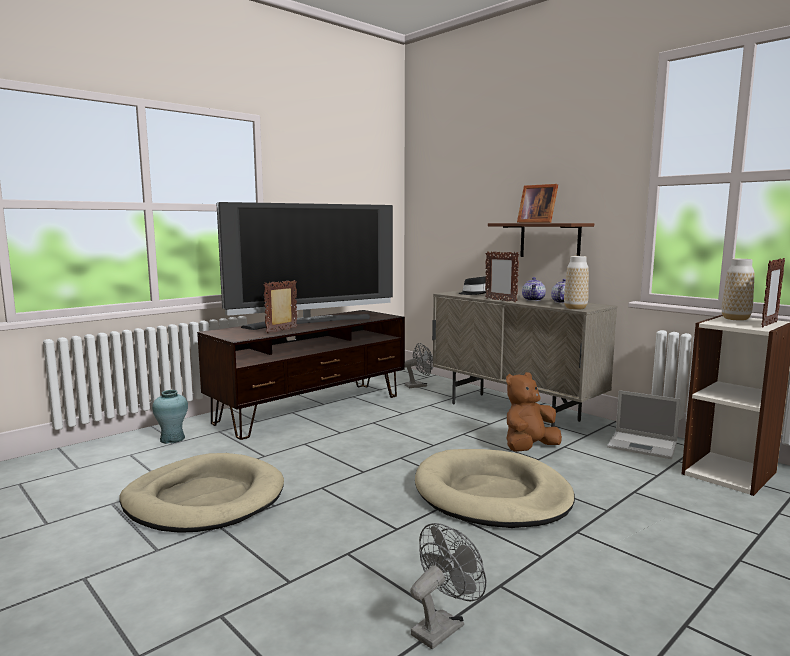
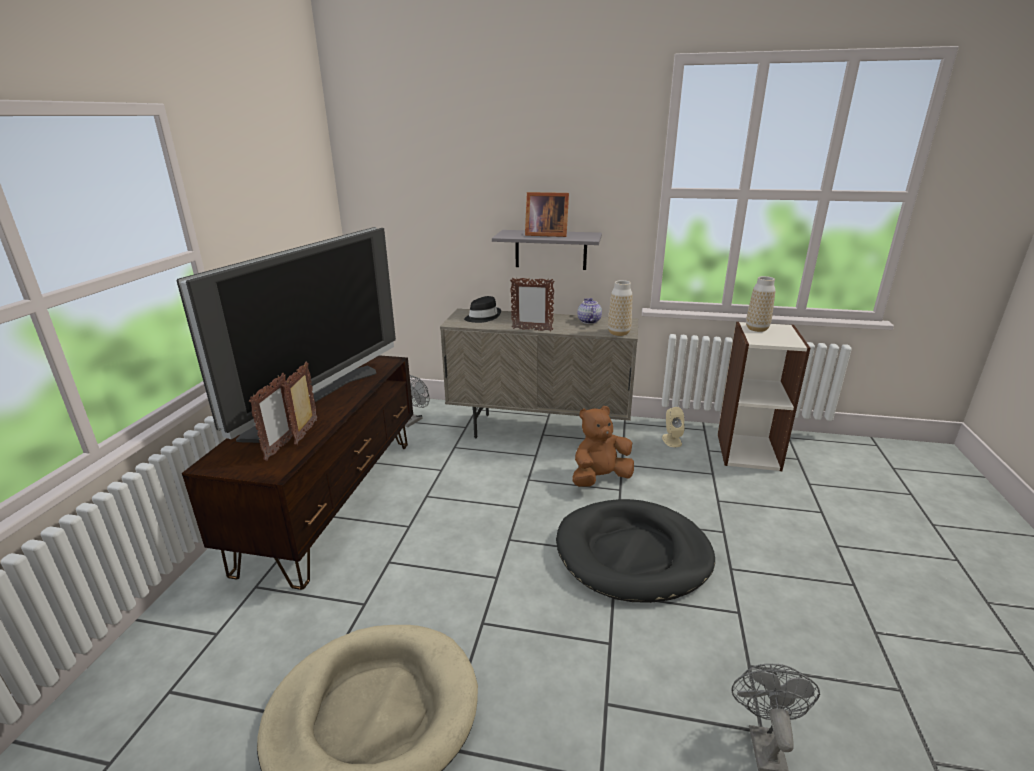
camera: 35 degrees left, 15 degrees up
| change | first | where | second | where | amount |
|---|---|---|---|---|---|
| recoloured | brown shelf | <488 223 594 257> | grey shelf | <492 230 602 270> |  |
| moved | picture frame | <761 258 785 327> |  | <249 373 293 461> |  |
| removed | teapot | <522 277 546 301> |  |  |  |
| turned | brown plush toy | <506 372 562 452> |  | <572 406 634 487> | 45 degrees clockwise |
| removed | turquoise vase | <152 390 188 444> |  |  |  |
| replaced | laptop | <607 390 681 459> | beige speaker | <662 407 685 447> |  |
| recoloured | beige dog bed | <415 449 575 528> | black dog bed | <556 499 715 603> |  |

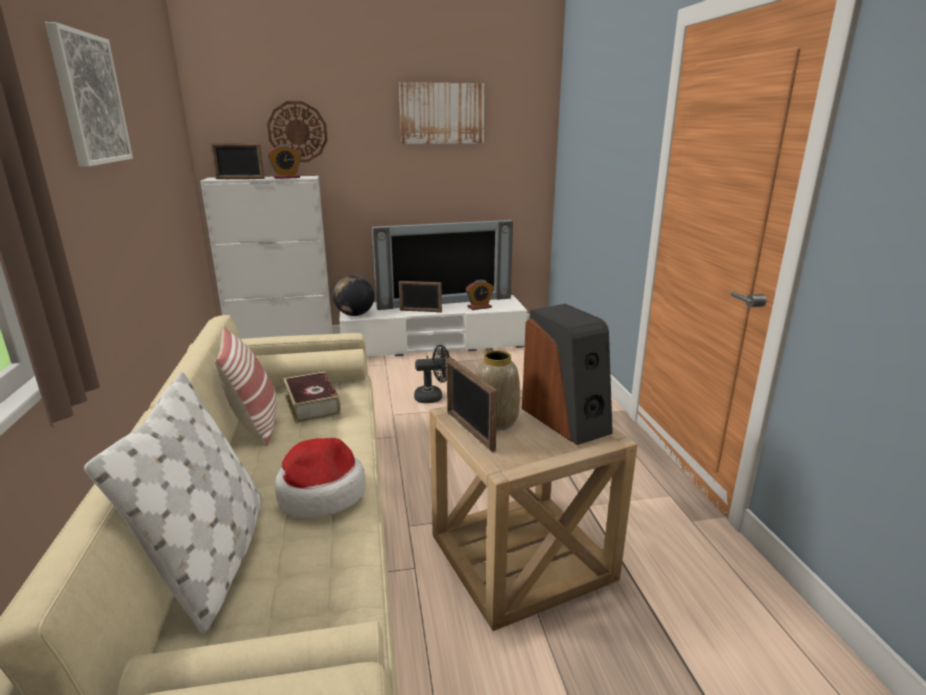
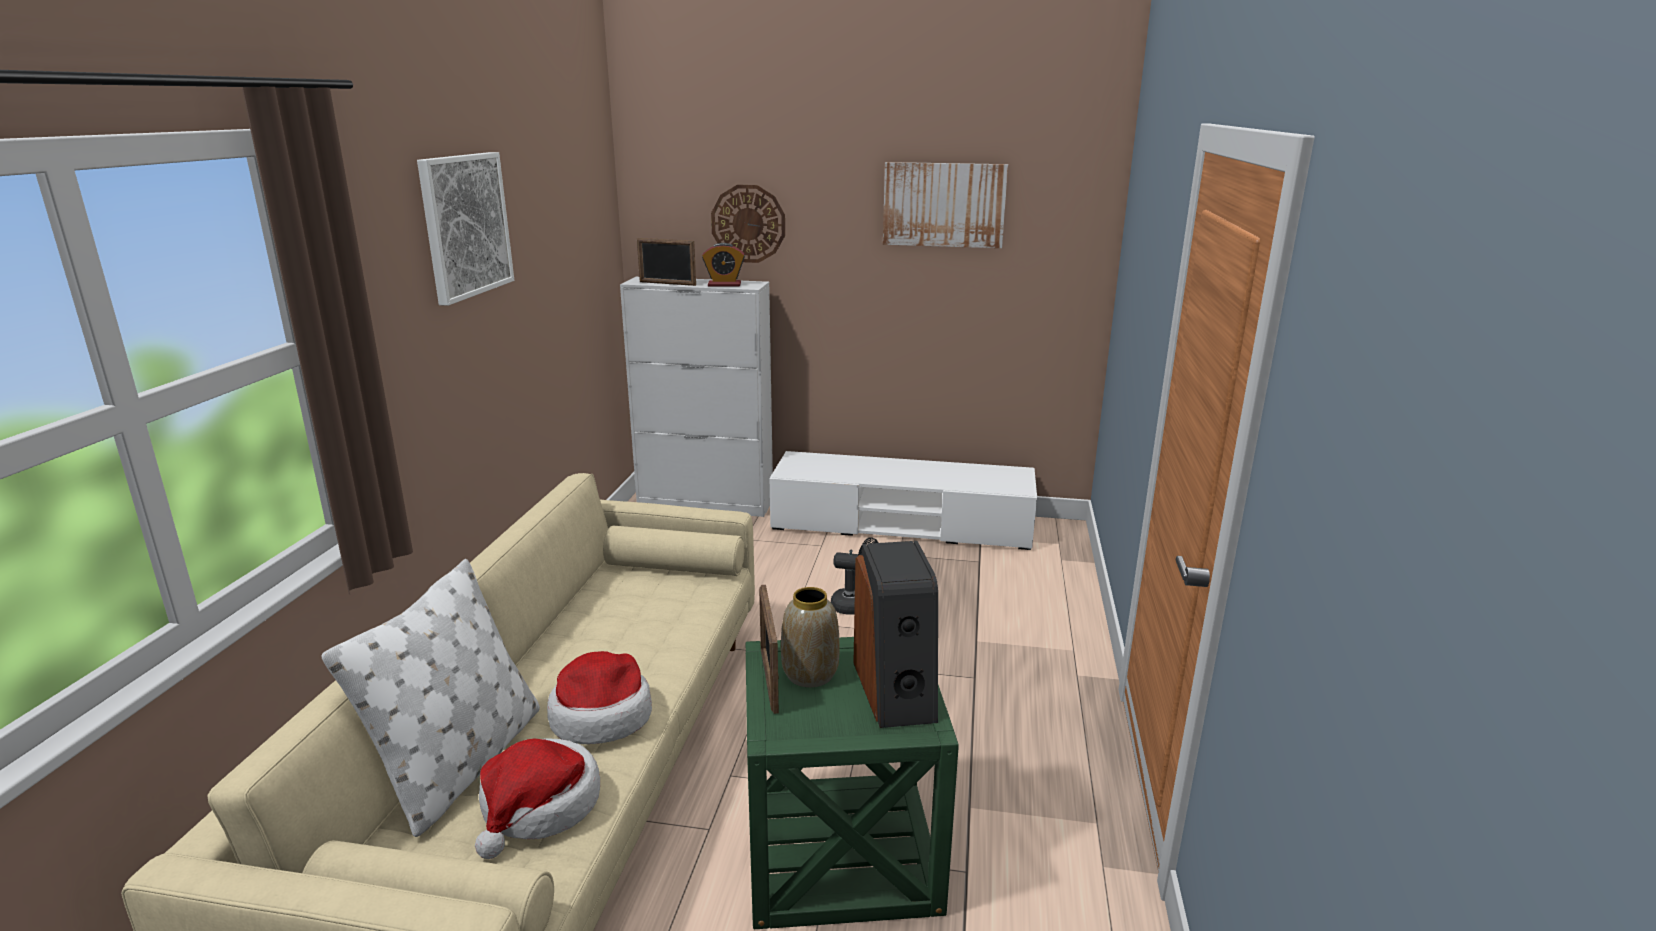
camera: 20 degrees right, 0 degrees up
| change | first | where | second | where | amount |
|---|---|---|---|---|---|
| removed | television | <372 220 513 310> |  |  |  |
| removed | globe | <333 275 374 316> |  |  |  |
| removed | alarm clock | <466 280 494 310> |  |  |  |
| removed | picture frame | <399 281 442 312> |  |  |  |
| removed | pillow | <214 326 277 446> |  |  |  |
| removed | book | <283 371 341 424> |  |  |  |
| recoloured | beige side table | <430 390 637 631> | green side table | <746 637 959 929> |  |
| added |  |  | hat | <475 738 600 859> |  |

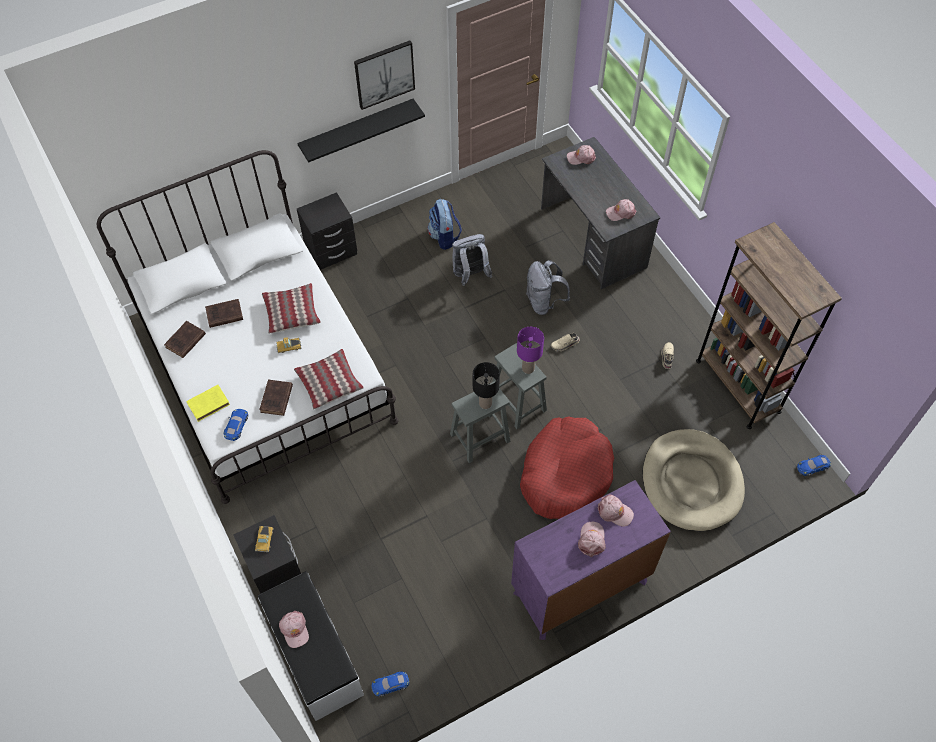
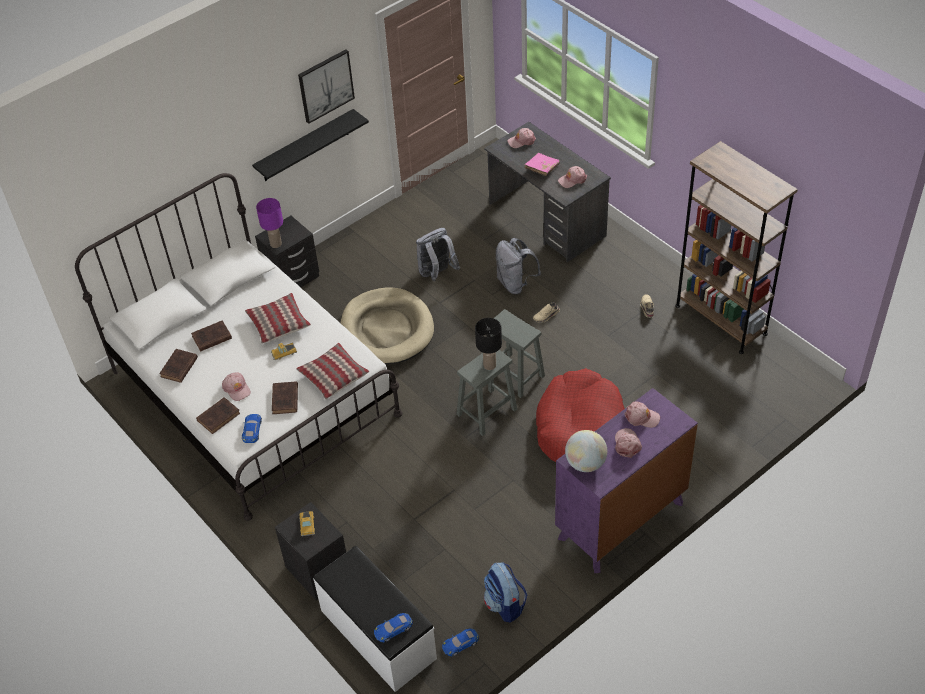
camera: 10 degrees left, 10 degrees down
| change | first | where | second | where | amount |
|---|---|---|---|---|---|
| moved | backpack | <428 199 462 250> |  | <484 562 527 623> |  |
| moved | purple table lamp | <517 327 544 374> |  | <256 198 283 248> |  |
| recoloured | yellow book | <186 385 230 422> | brown book | <196 397 240 434> |  |
| moved | beige dog bed | <643 429 745 532> |  | <341 288 434 364> |  |
| moved | blue toy car | <797 455 831 476> |  | <374 613 413 642> |  |
| moved | pink cap | <279 611 309 648> |  | <222 372 251 401> |  |
| added |  |  | pink book | <524 153 560 176> |  |
| added |  |  | globe | <565 430 607 472> |  |

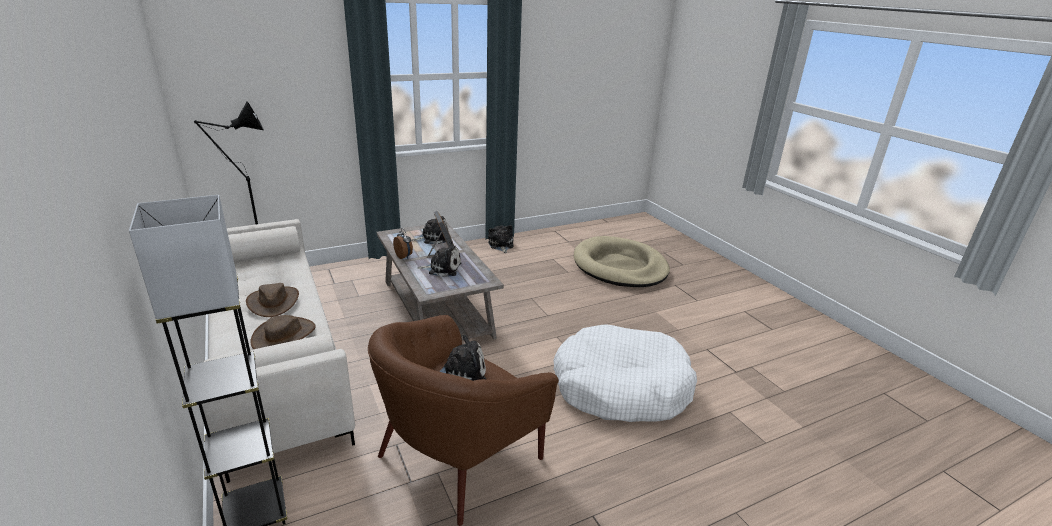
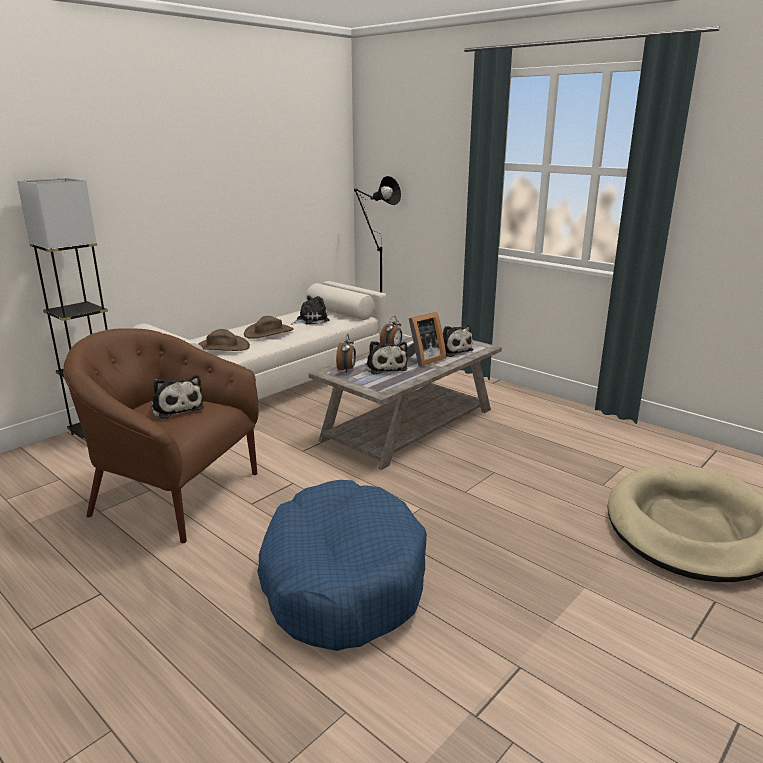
camera: 70 degrees right, 5 degrees down
| change | first | where | second | where | amount |
|---|---|---|---|---|---|
| moved | plush toy | <488 225 514 253> |  | <291 295 330 325> |  |
| recoloured | white dog bed | <553 324 697 422> | blue dog bed | <257 480 427 651> |  |
| added |  |  | alarm clock | <336 334 356 373> |  |

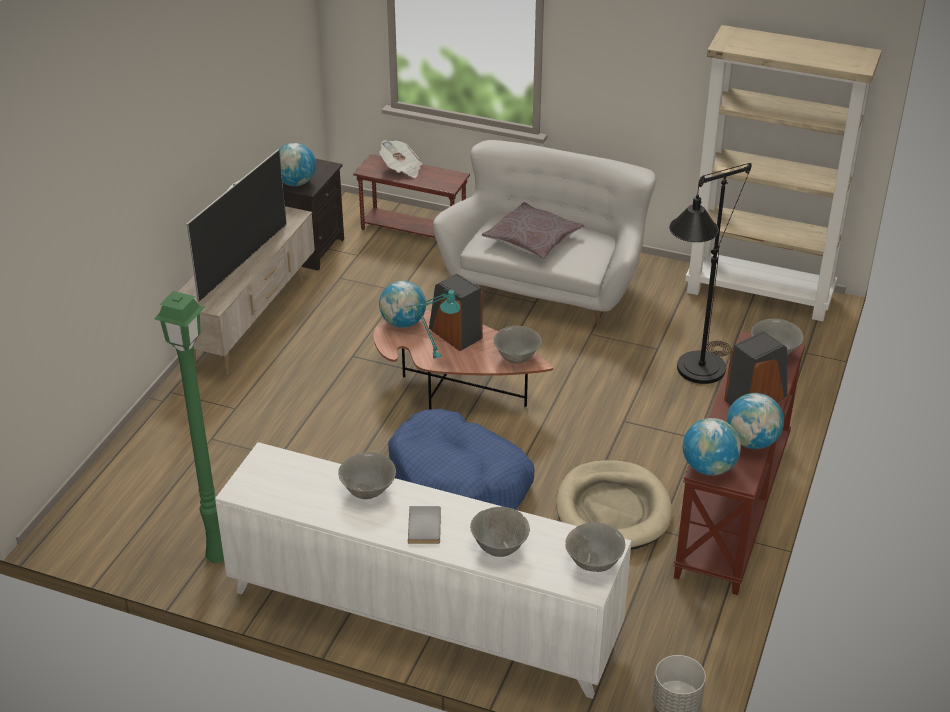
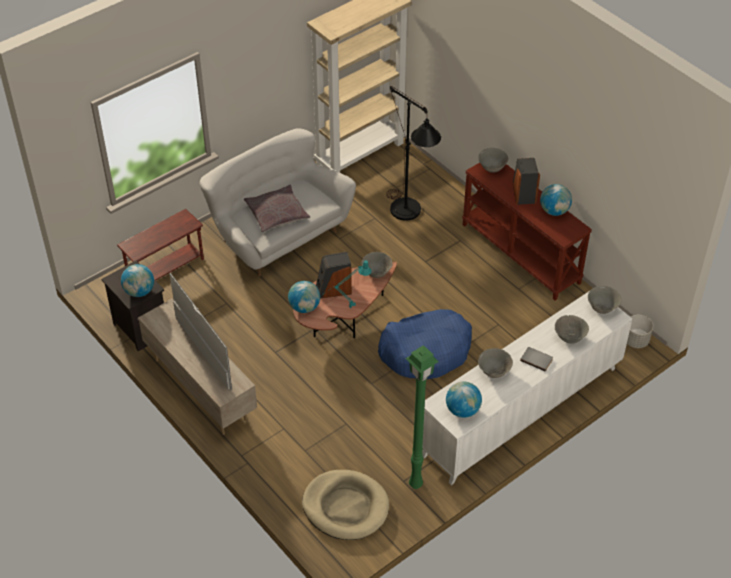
camera: 60 degrees left, 10 degrees up
| change | first | where | second | where | amount |
|---|---|---|---|---|---|
| removed | newspaper | <379 140 423 178> |  |  |  |
| moved | globe | <683 418 741 476> |  | <446 382 482 418> |  |
| moved | beige dog bed | <556 460 672 550> |  | <302 470 389 540> |  |

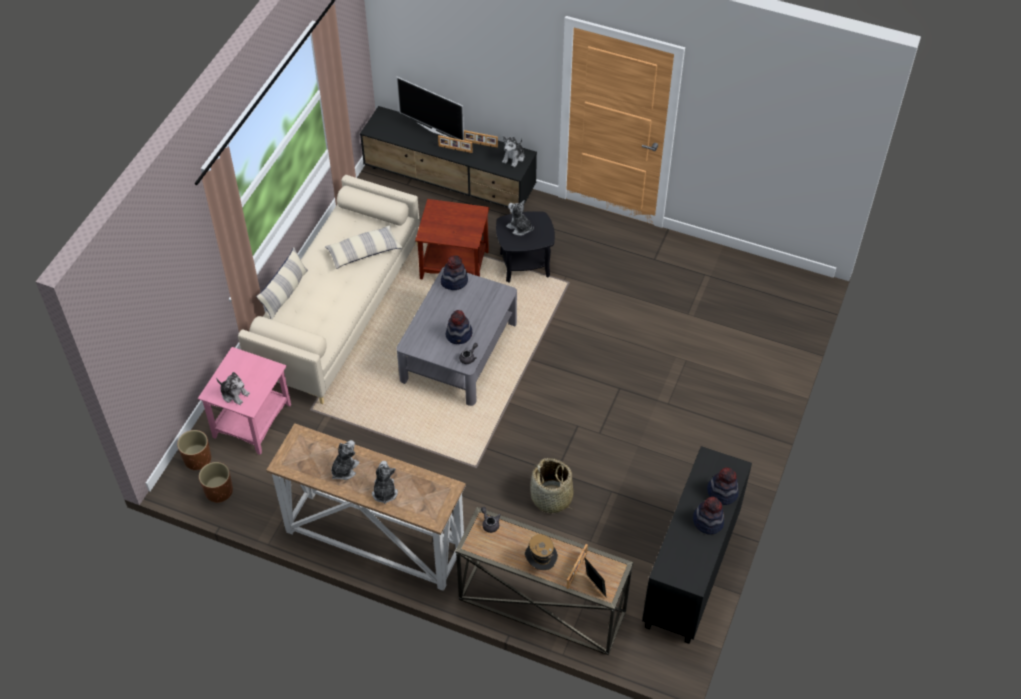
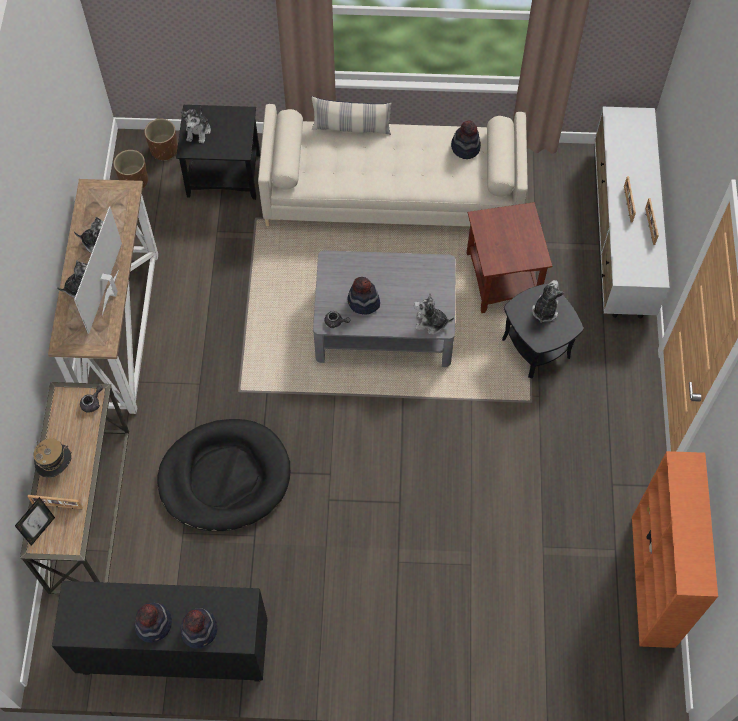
camera: 70 degrees right, 10 degrees up
| change | first | where | second | where | amount |
|---|---|---|---|---|---|
| moved | television | <396 77 464 140> |  | <74 206 122 334> |  |
| recoloured | black tv stand | <360 106 537 208> | white tv stand | <594 107 670 319> |  |
| moved | plush toy | <502 136 524 167> |  | <414 293 454 334> |  |
| removed | pillow | <325 225 402 269> |  |  |  |
| moved | hat | <441 255 468 290> |  | <451 120 481 159> |  |
| recoloured | pink side table | <198 347 291 455> | black side table | <176 105 260 200> |  |
| replaced | basket | <530 458 573 514> | black dog bed | <157 419 290 531> |  |
| added |  |  | orange bookcase | <632 451 718 648> |  |

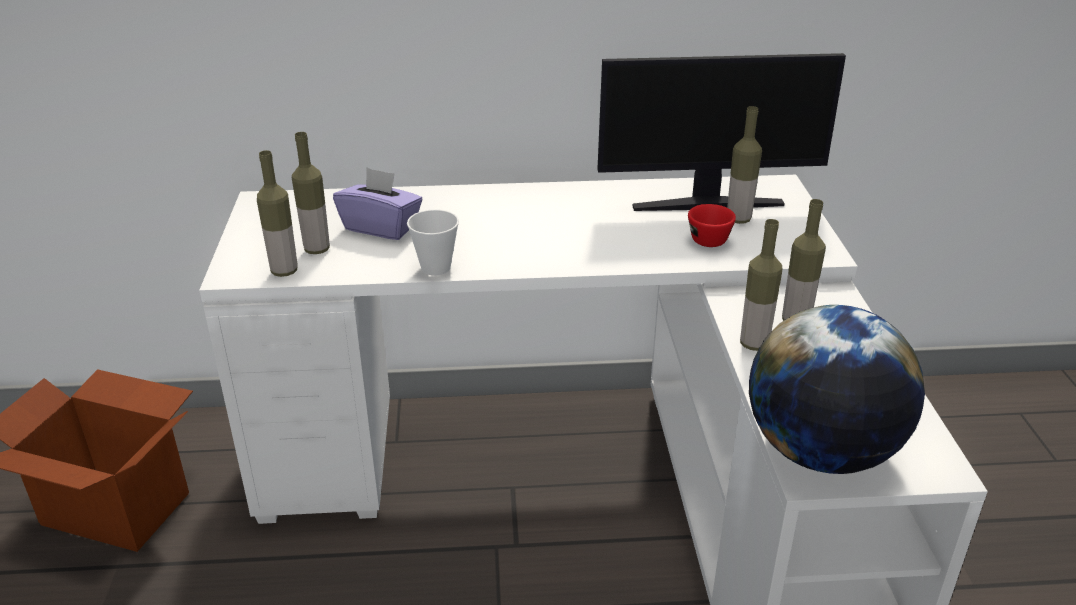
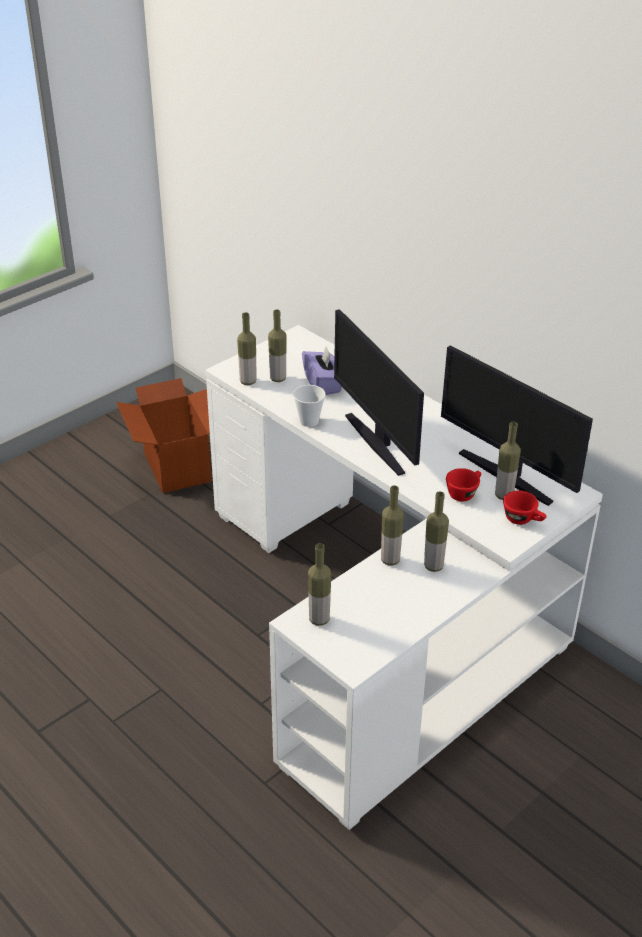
camera: 50 degrees right, 5 degrees up
| change | first | where | second | where | amount |
|---|---|---|---|---|---|
| replaced | globe | <749 305 925 474> | bottle | <308 543 331 626> |  |
| added |  |  | monitor | <334 309 424 476> |  |
| added |  |  | red cup | <503 491 547 525> |  |

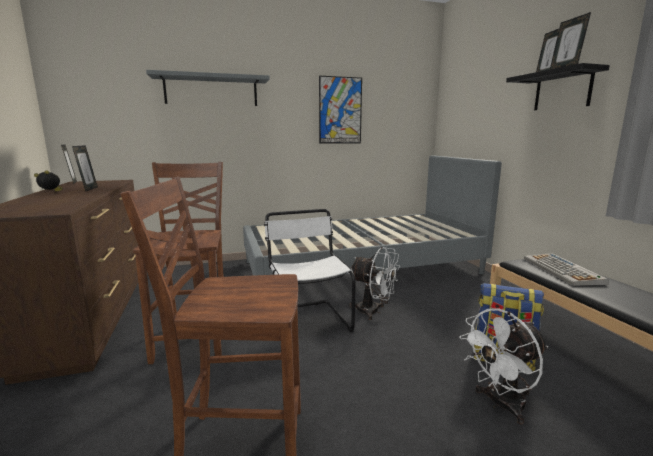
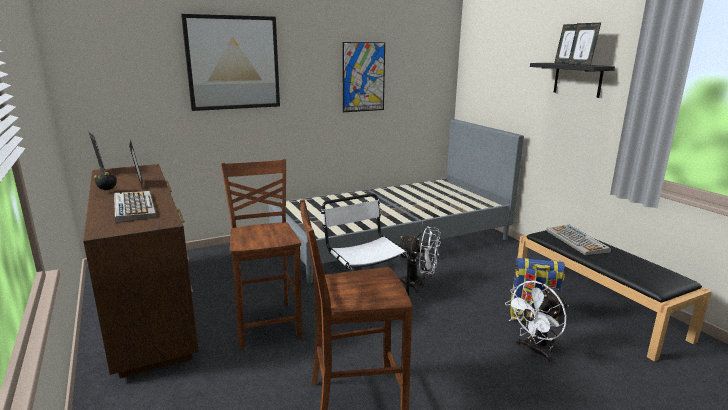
camera: 10 degrees left, 5 degrees up
| change | first | where | second | where | amount |
|---|---|---|---|---|---|
| replaced | grey shelf | <146 70 270 106> | picture | <181 14 280 111> |  |
| added |  |  | keyboard | <114 191 157 223> |  |

